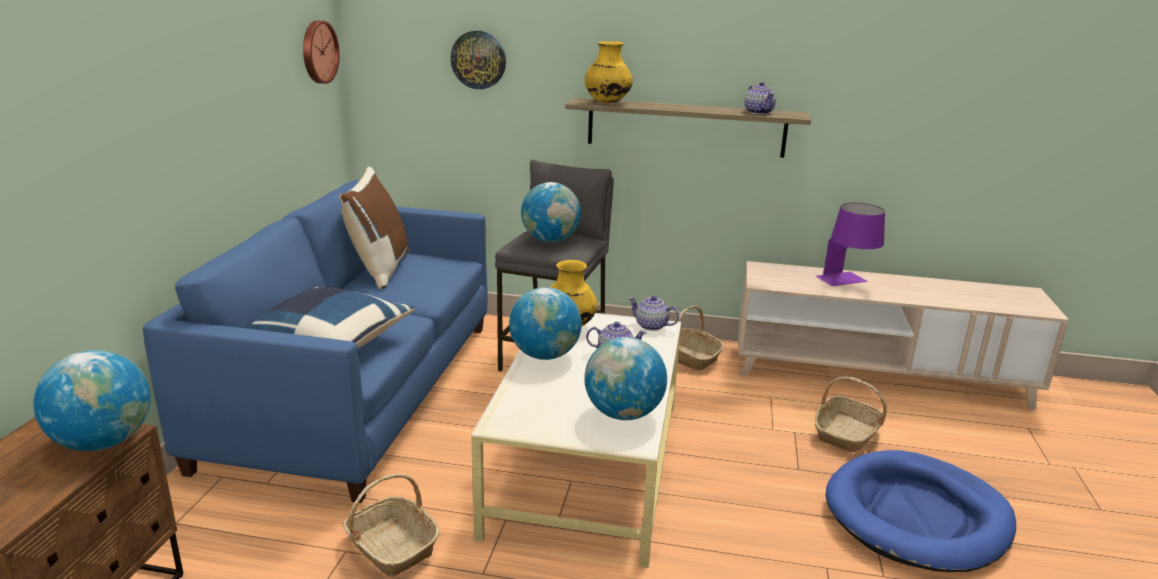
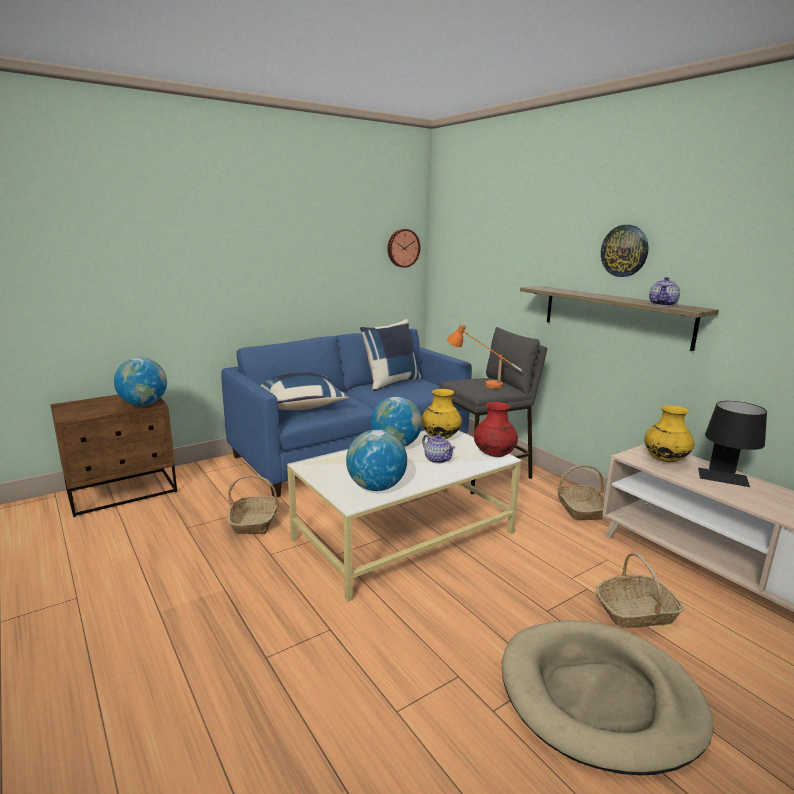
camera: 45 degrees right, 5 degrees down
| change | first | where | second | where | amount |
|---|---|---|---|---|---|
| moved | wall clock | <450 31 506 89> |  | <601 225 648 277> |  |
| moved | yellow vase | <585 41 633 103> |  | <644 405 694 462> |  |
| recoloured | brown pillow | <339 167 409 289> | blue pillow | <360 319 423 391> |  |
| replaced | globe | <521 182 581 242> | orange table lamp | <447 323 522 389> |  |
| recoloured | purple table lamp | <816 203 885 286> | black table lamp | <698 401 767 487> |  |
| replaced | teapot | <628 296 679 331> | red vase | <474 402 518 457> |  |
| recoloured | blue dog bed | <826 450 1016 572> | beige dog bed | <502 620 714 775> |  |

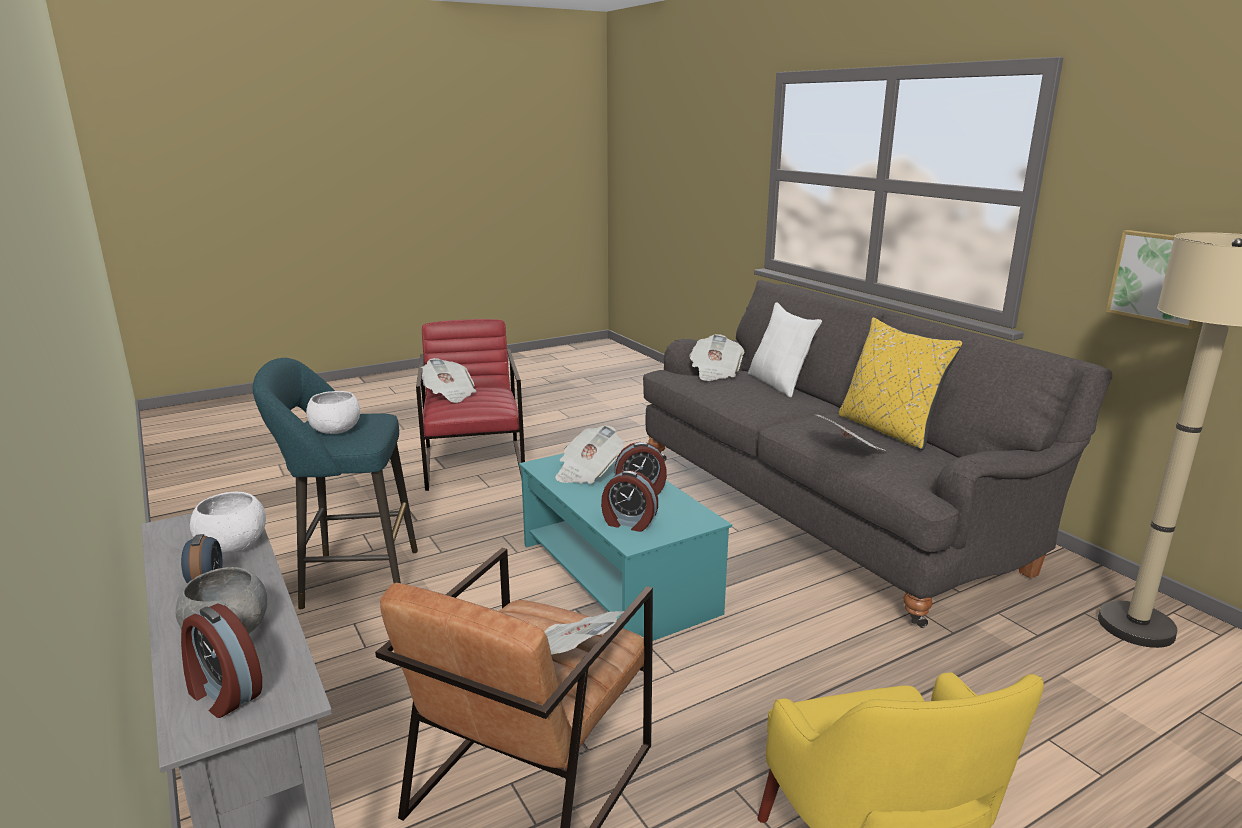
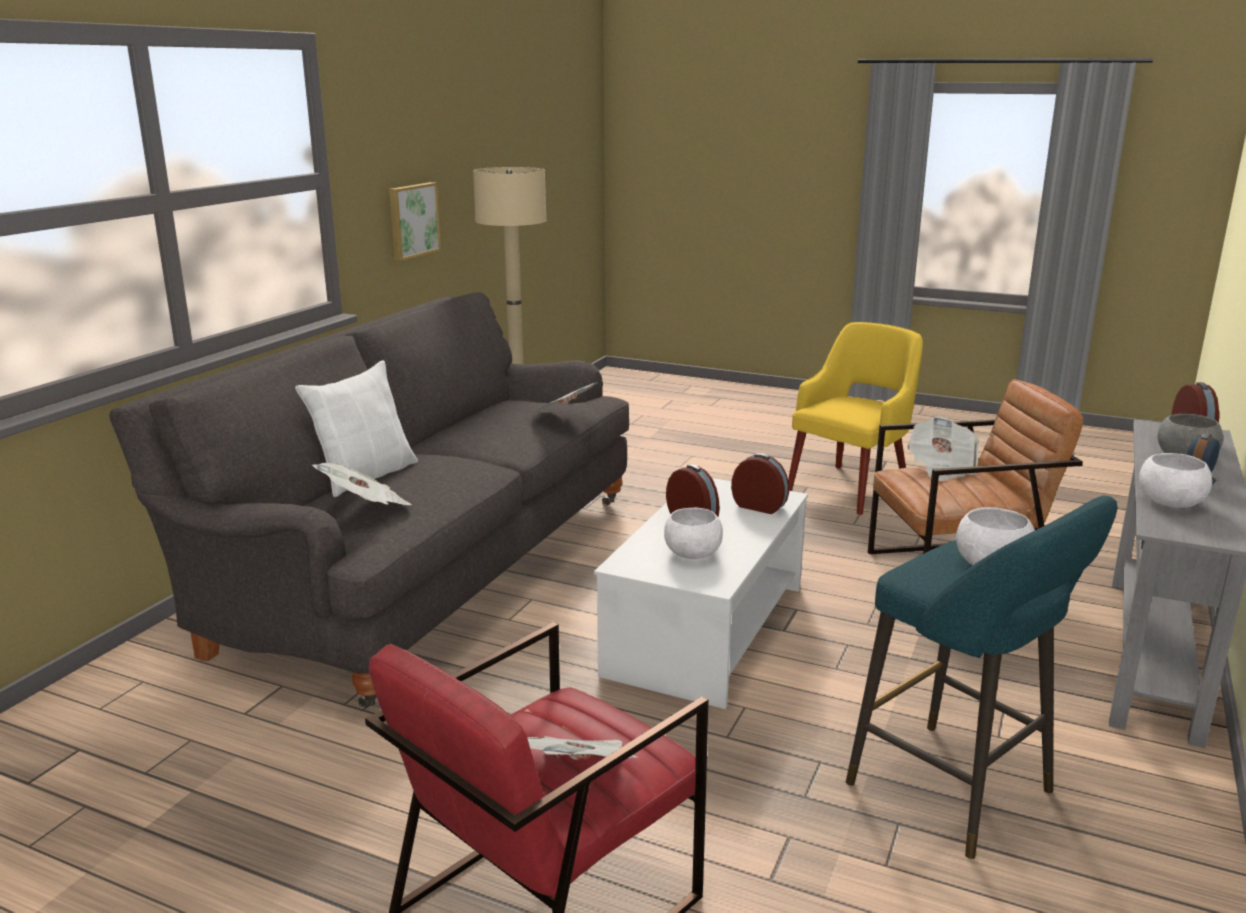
camera: 125 degrees left, 0 degrees up
| change | first | where | second | where | amount |
|---|---|---|---|---|---|
| removed | yellow pillow | <838 317 963 450> |  |  |  |
| replaced | newspaper | <555 425 624 484> | white bowl | <664 508 723 559> |  |
| recoloured | turquoise coffee table | <519 453 732 641> | white coffee table | <594 478 808 709> |  |
| turned | alarm clock | <601 470 658 532> |  | <731 453 789 514> | 45 degrees counterclockwise |

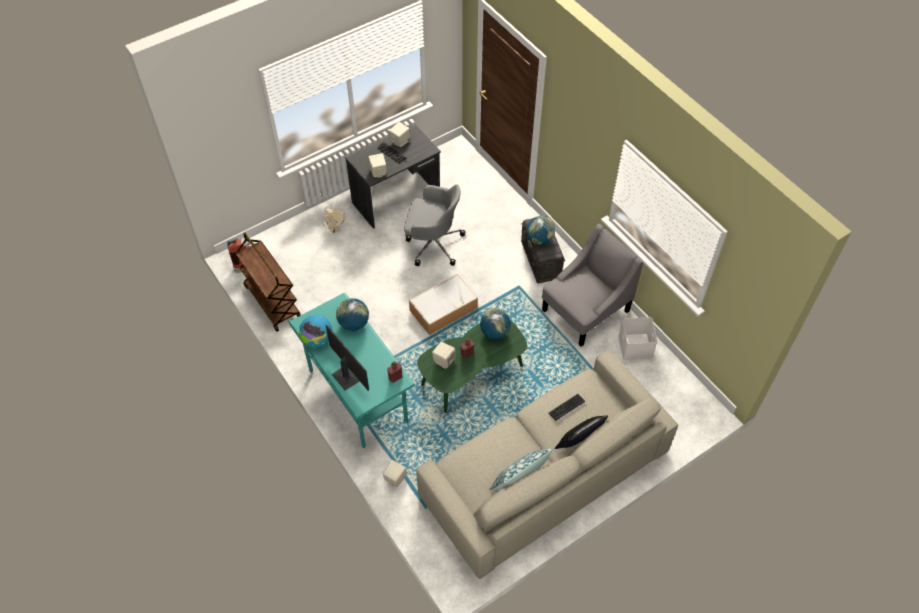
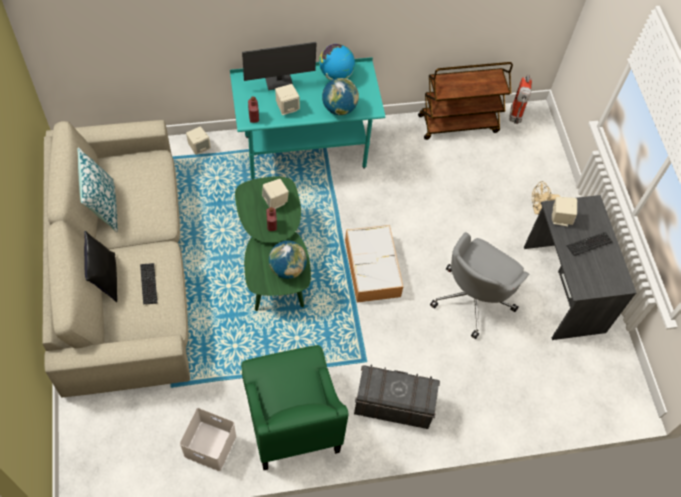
camera: 110 degrees right, 5 degrees up
| change | first | where | second | where | amount |
|---|---|---|---|---|---|
| moved | beige speaker | <389 122 411 147> |  | <275 84 300 115> |  |
| removed | globe | <526 216 555 245> |  |  |  |
| recoloured | grey armchair | <542 223 643 347> | green armchair | <241 345 349 470> |  |

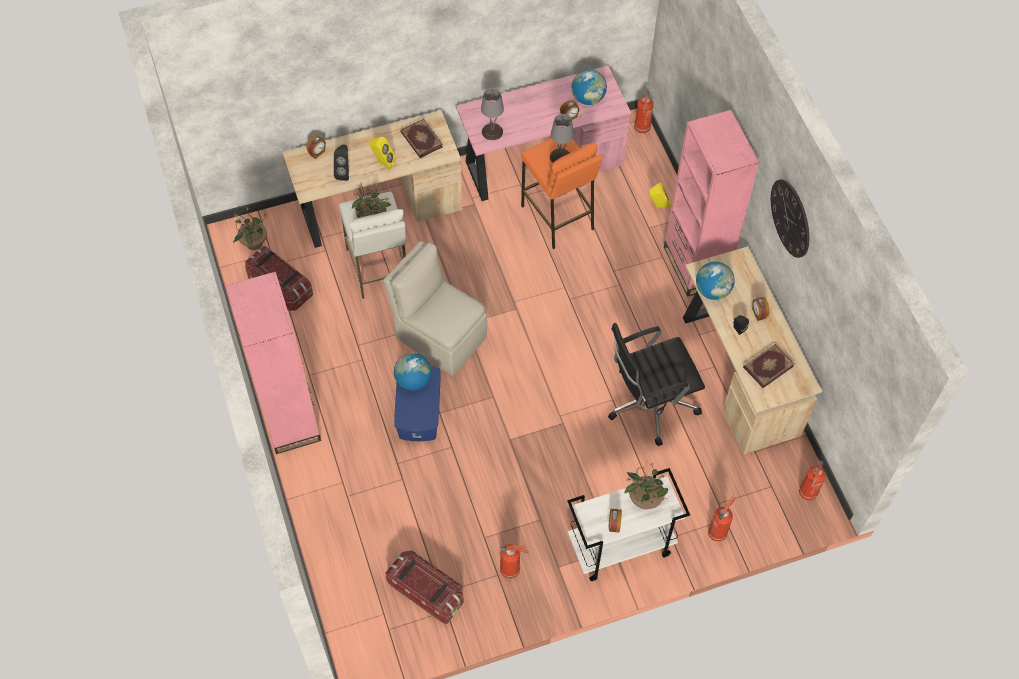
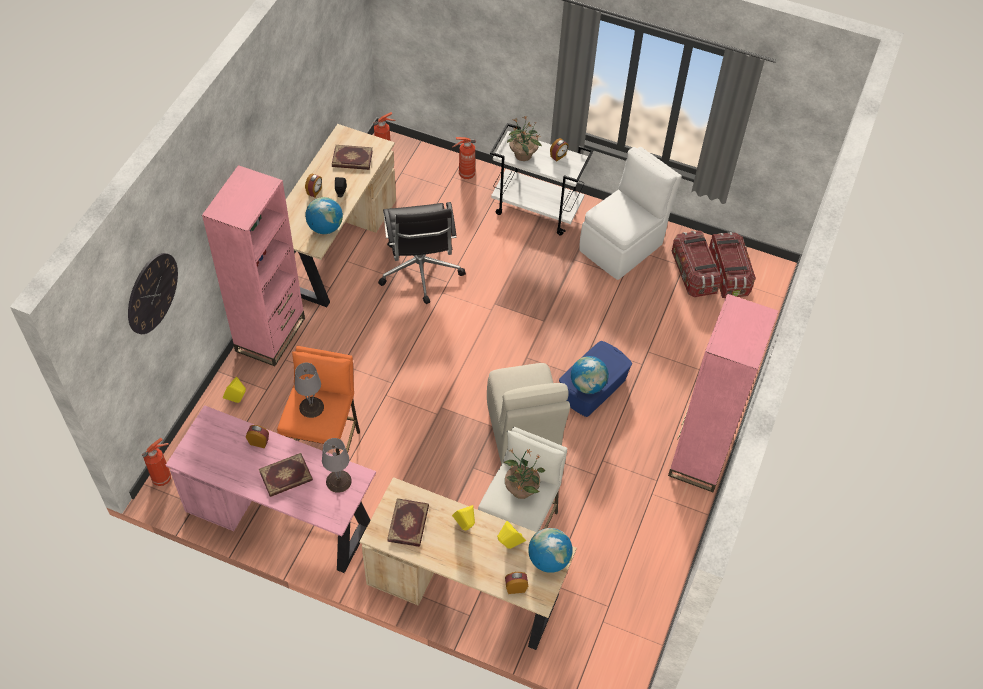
camera: 140 degrees left, 5 degrees down
| change | first | where | second | where | amount |
|---|---|---|---|---|---|
| moved | globe | <572 69 607 105> |  | <528 528 573 573> |  |
| recoloured | black speaker | <334 145 349 181> | yellow speaker | <497 521 526 549> |  |
| moved | wall clock | <771 179 809 258> |  | <128 253 178 334> |  |
| removed | potted plant | <233 207 268 250> |  |  |  |
| moved | storage box | <245 246 313 311> |  | <709 232 756 298> |  |
| turned | black office chair | <608 323 705 446> |  | <378 202 466 304> | 60 degrees clockwise |
| replaced | fire extinguisher | <500 544 529 579> | white chair | <579 147 682 280> |  |
| added |  |  | book | <259 453 313 497> |  |

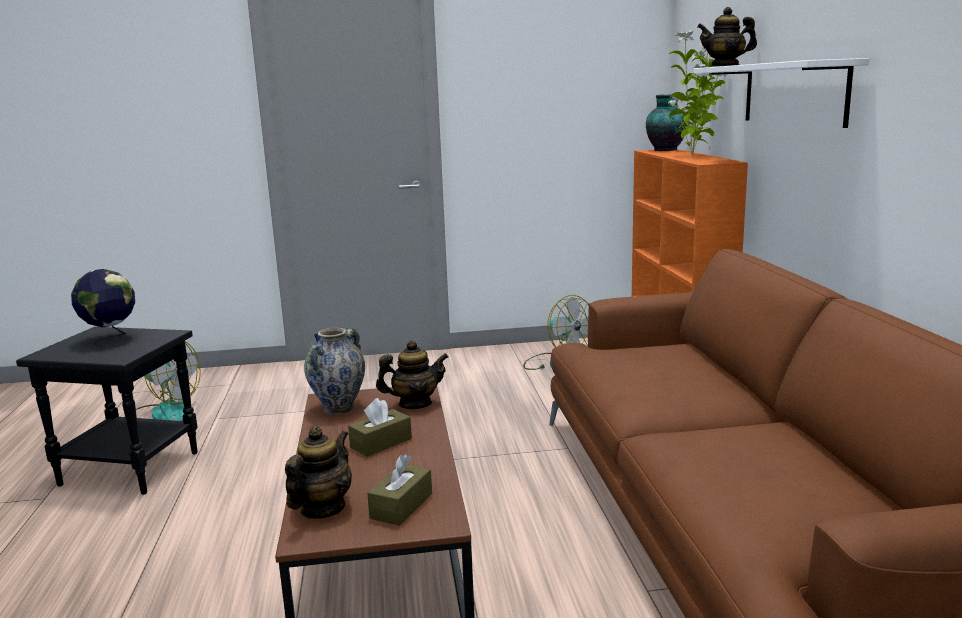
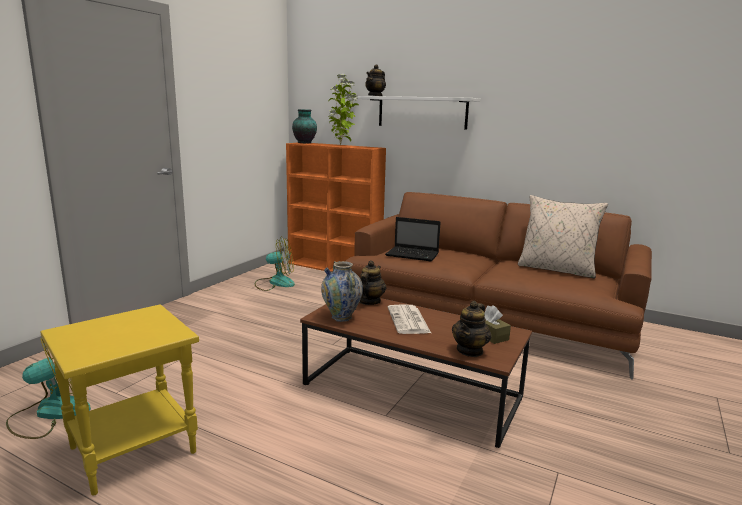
camera: 55 degrees left, 0 degrees up
| change | first | where | second | where | amount |
|---|---|---|---|---|---|
| removed | globe | <71 269 135 348> |  |  |  |
| recoloured | black side table | <16 327 198 495> | yellow side table | <41 304 199 496> |  |
| replaced | brown tissue box | <348 398 412 457> | newspaper | <388 304 431 334> |  |
| turned | teapot | <285 426 352 519> |  | <452 301 491 357> | 120 degrees counterclockwise |
| added |  |  | beige pillow | <518 195 608 279> |  |
| added |  |  | laptop | <385 217 441 262> |  |

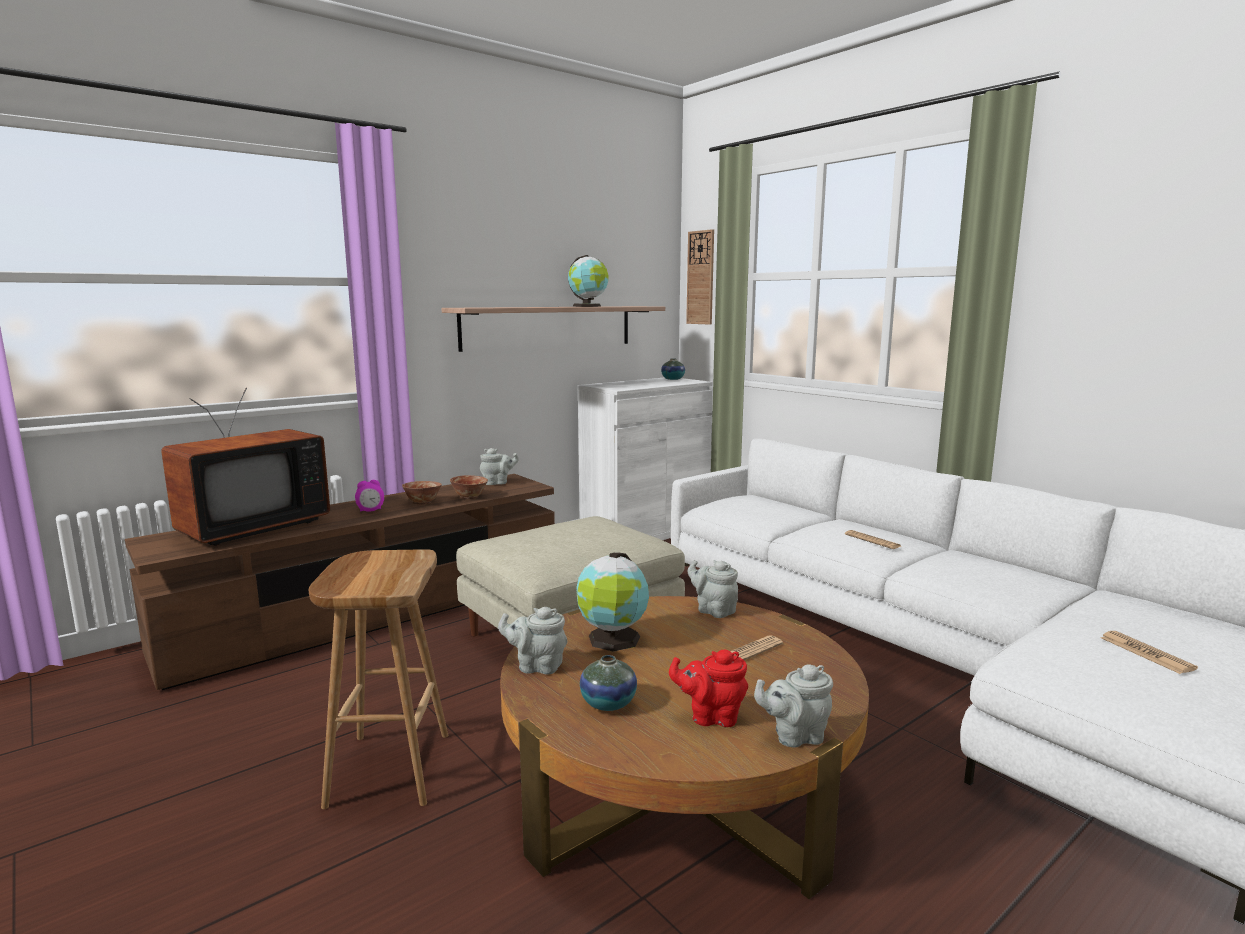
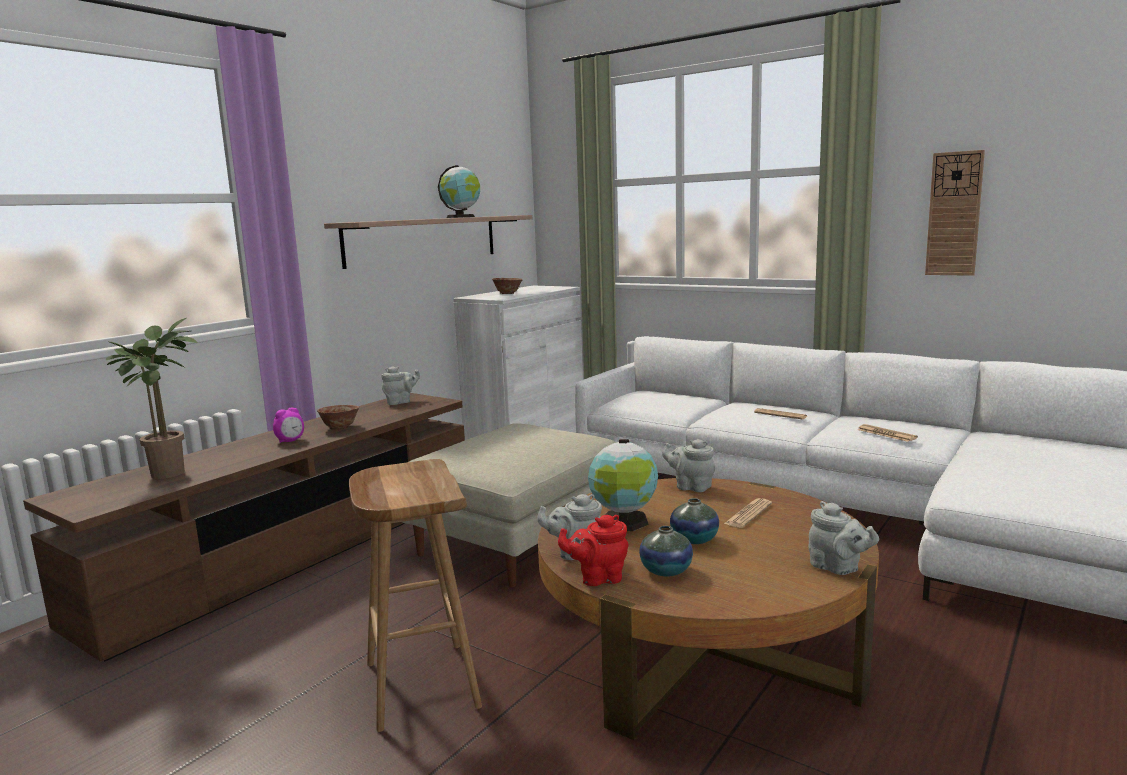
camera: 15 degrees left, 0 degrees up
| change | first | where | second | where | amount |
|---|---|---|---|---|---|
| moved | wall clock | <686 229 714 325> |  | <925 150 985 276> |  |
| moved | vase | <661 358 685 380> |  | <670 498 719 544> |  |
| replaced | television | <161 388 330 546> | potted plant | <106 318 198 479> |  |
| moved | bowl | <450 475 488 499> |  | <492 278 523 294> |  |
| moved | newspaper | <1101 631 1198 674> |  | <858 424 918 442> |  |
| moved | red teapot | <669 650 748 727> |  | <558 515 629 586> |  |
| turned | grey teapot | <754 664 833 748> |  | <809 501 879 575> | 105 degrees counterclockwise |

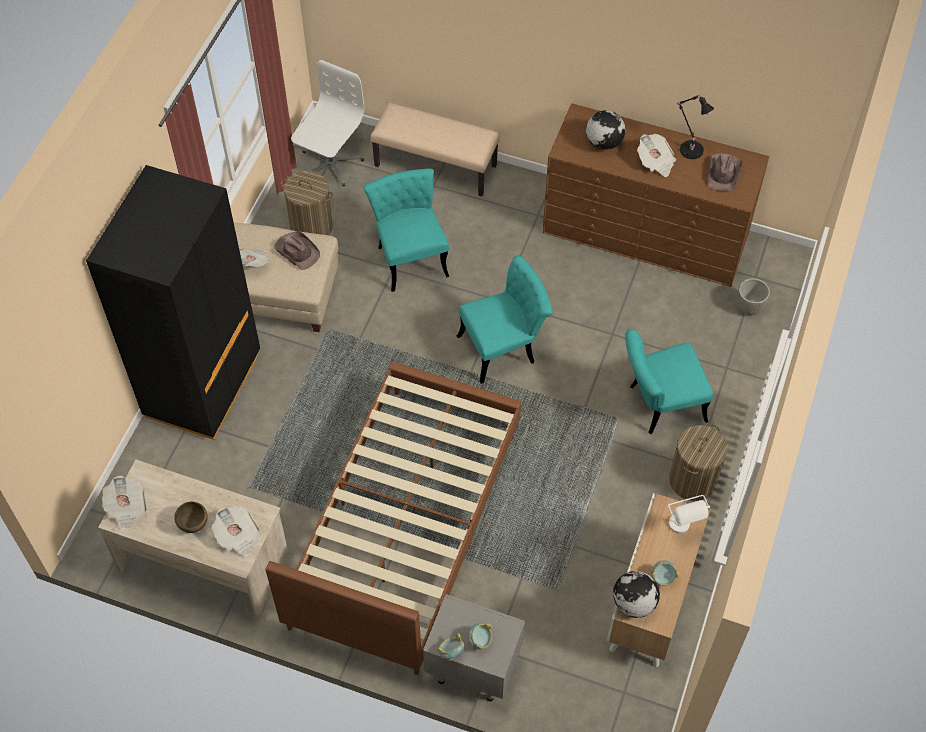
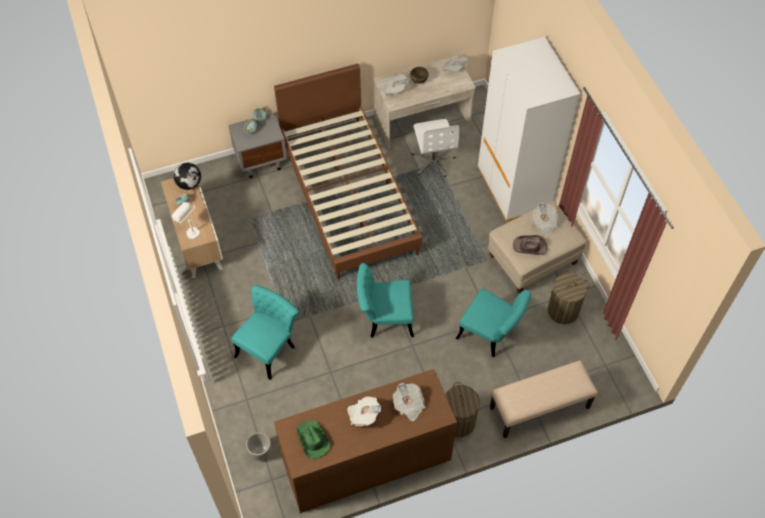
camera: 140 degrees right, 0 degrees up
| change | first | where | second | where | amount |
|---|---|---|---|---|---|
| moved | white office chair | <291 60 364 187> |  | <412 119 459 177> |  |
| removed | black table lamp | <677 95 714 159> |  |  |  |
| replaced | globe | <586 110 625 150> | newspaper | <393 383 426 421> |  |
| recoloured | brown hat | <707 153 743 191> | green hat | <296 421 330 459> |  |
| recoloured | black wardrobe | <86 165 260 440> | white wardrobe | <478 36 581 222> |  |
| turned | turquoise chair | <457 256 552 384> |  | <357 263 414 338> | 60 degrees clockwise |
| moved | laundry basket | <669 425 727 501> |  | <446 382 480 437> |  |

